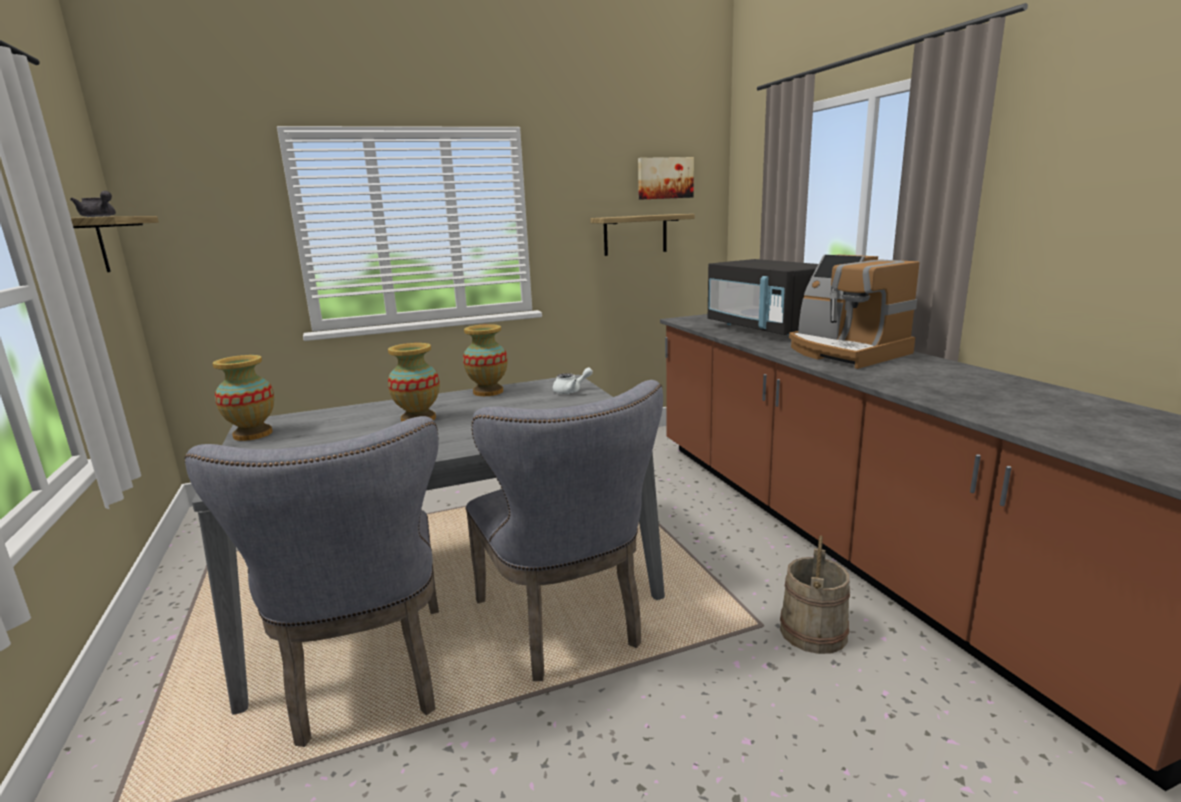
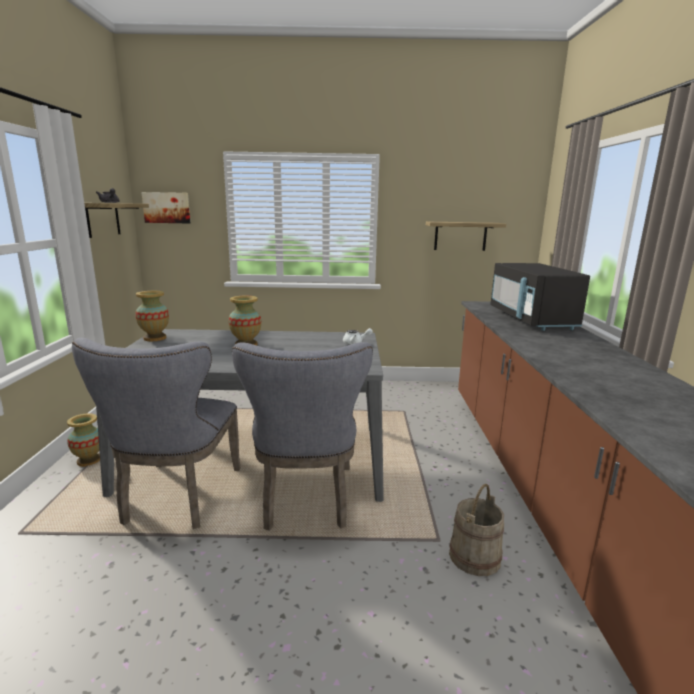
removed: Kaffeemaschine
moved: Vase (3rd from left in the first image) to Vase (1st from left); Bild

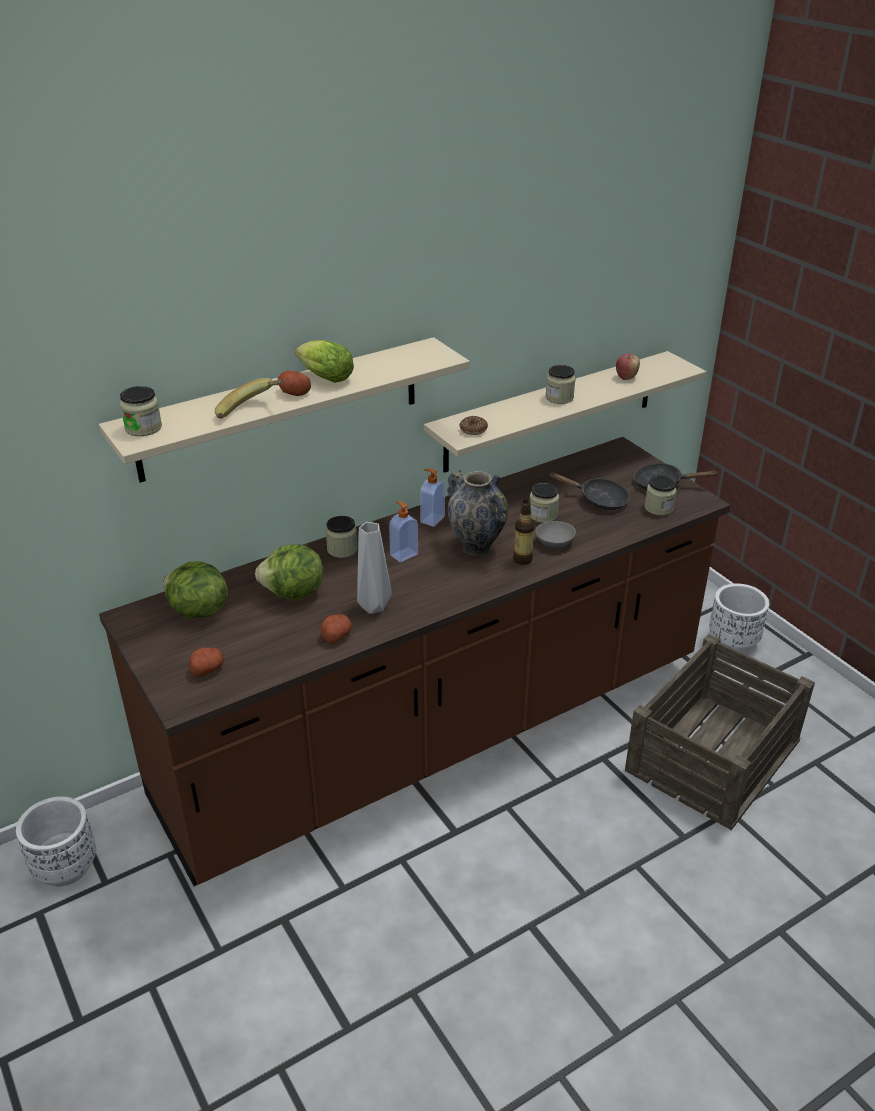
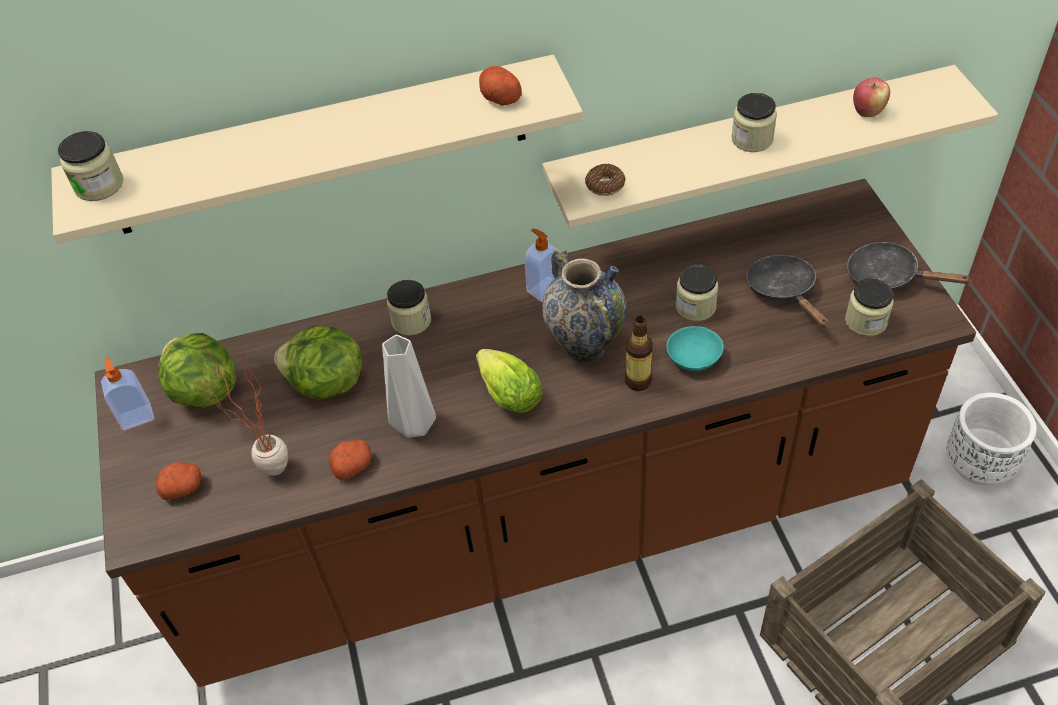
removed: Pflanzkübel/weiß (1st from left); Banane
added: Topfpflanze
moved: Kartoffel (2nd from left in the first image) to Kartoffel (3rd from left); Salatkopf (3rd from left); Seifenspender (1st from left)
recoloured: Schüssel/grau to Schüssel/türkis
turned: Pfanne/schwarz (1st from left) 150 degrees counterclockwise

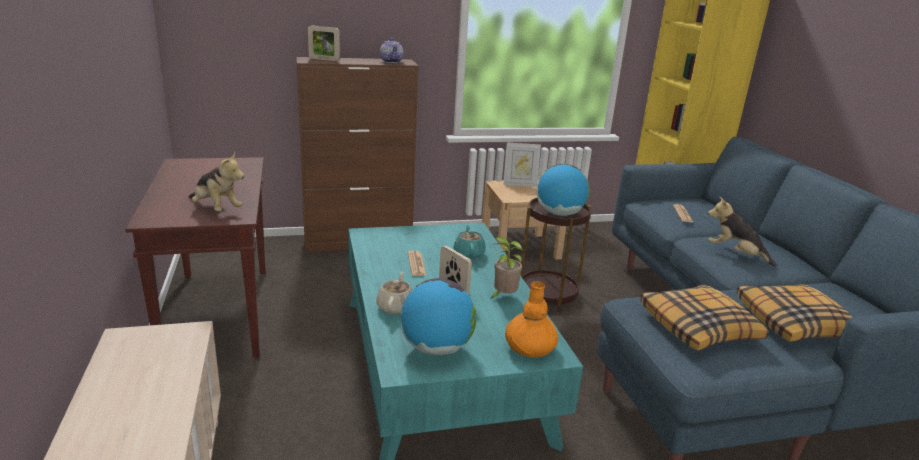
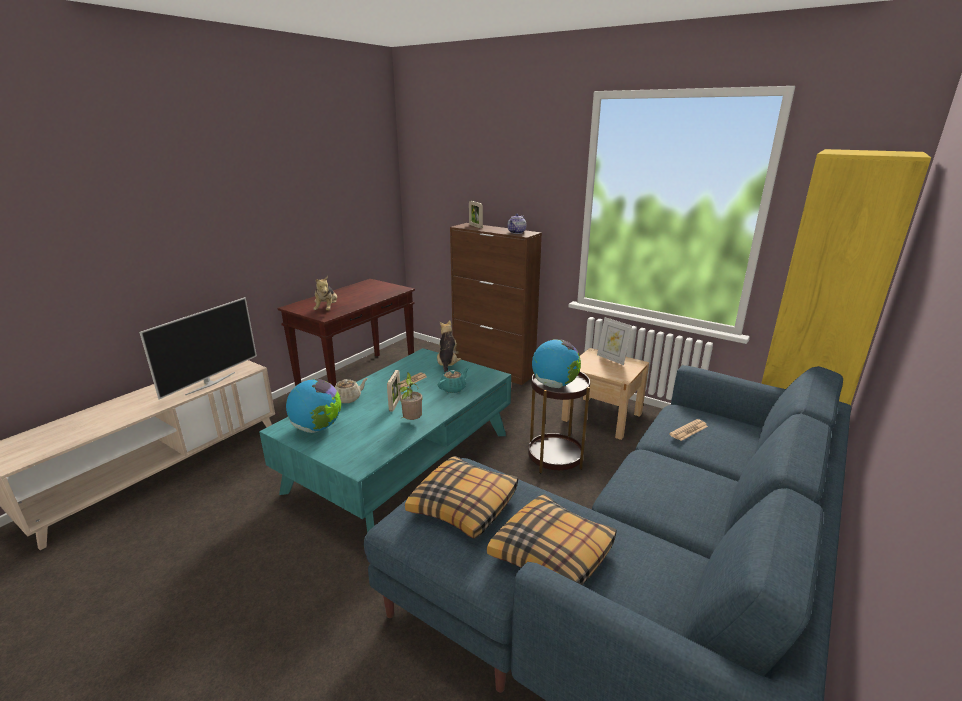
removed: Vase/orange
added: Fernseher
moved: Plüschtier (2nd from left)

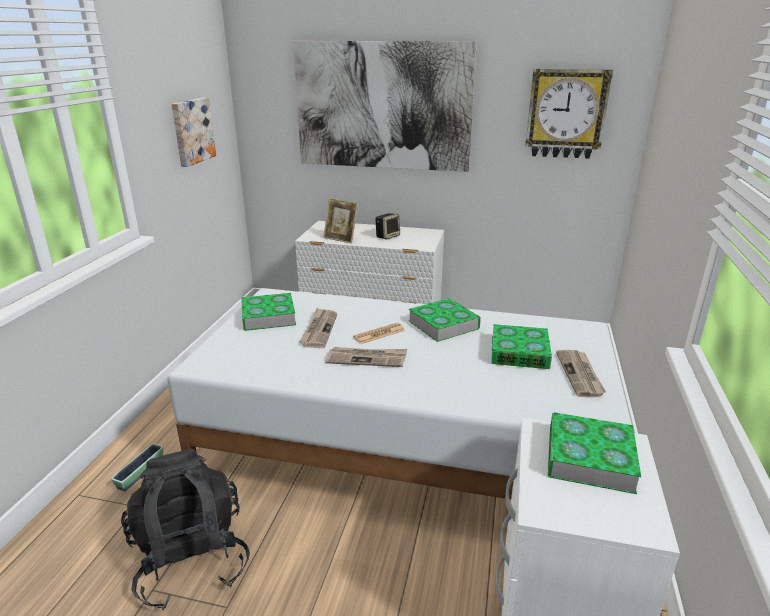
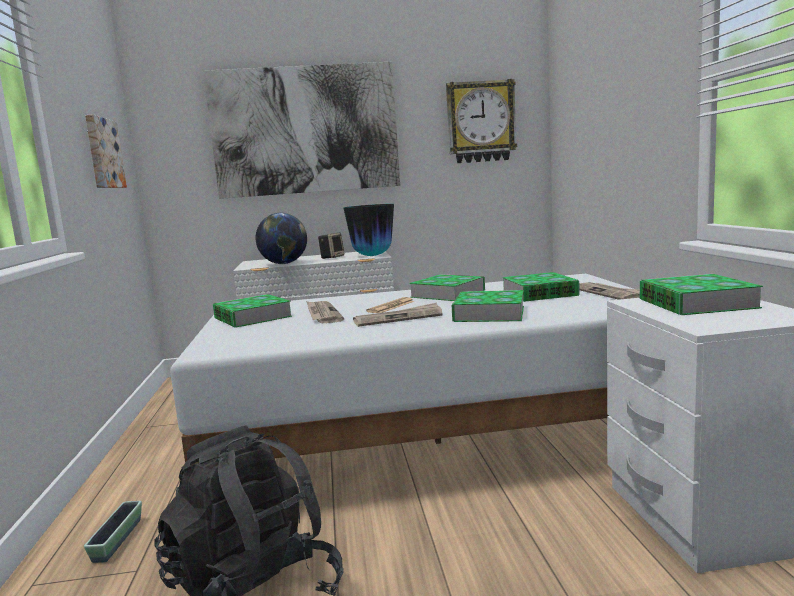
added: Vase; Buch (3rd from left)
replaced: Bilderrahmen to Globus

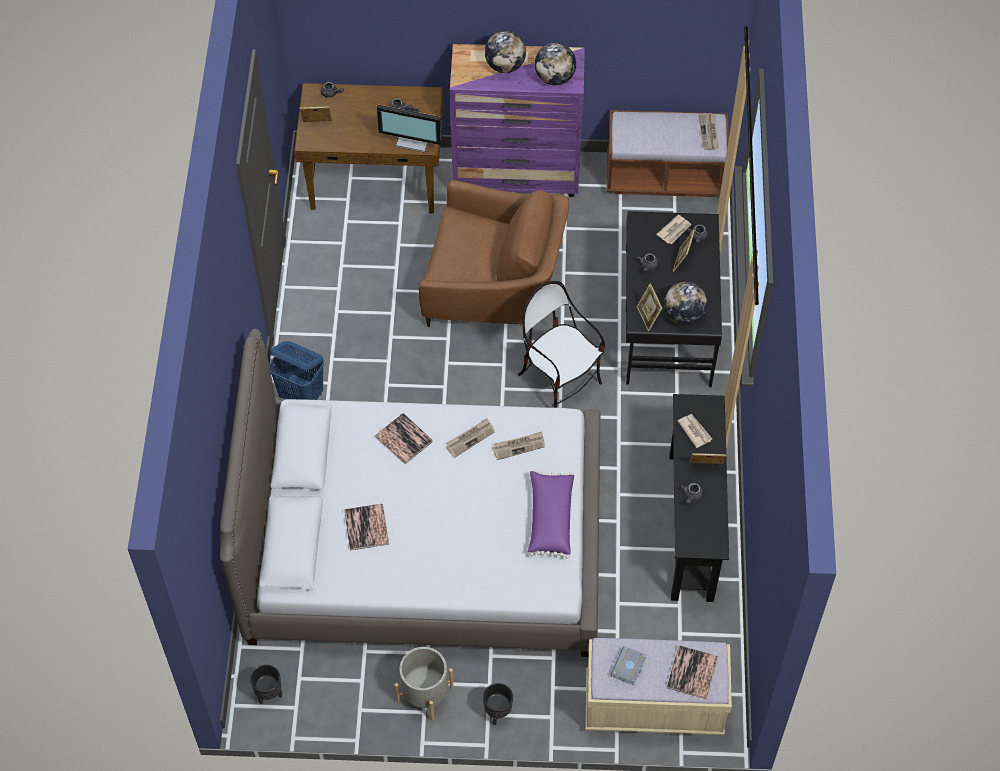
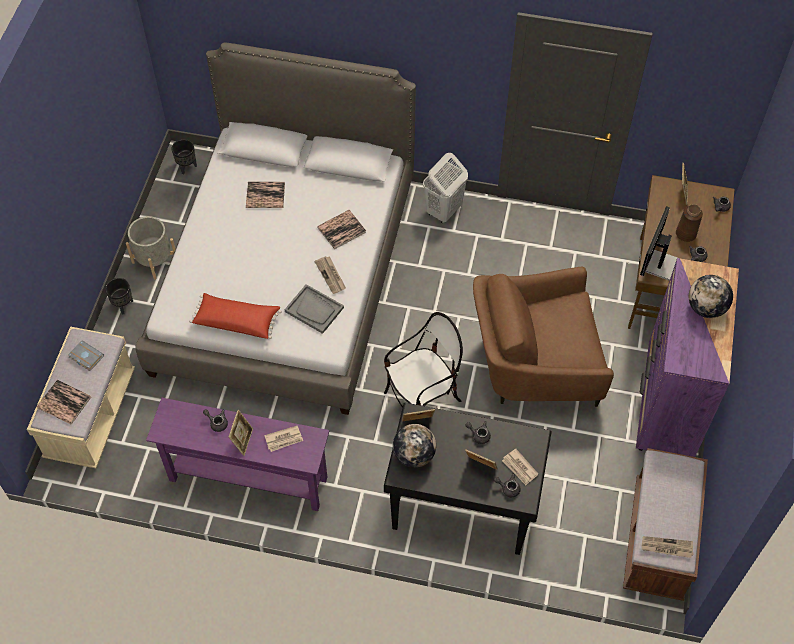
removed: Globus (2nd from left)
added: Vase/braun
replaced: Zeitung (2nd from left) to Tablett/grau
recoloured: Wäschekorb/blau to Wäschekorb/weiß; Kissen/lila to Kissen/rot; Konsolentisch/schwarz to Konsolentisch/lila
turned: Sessel/braun 60 degrees clockwise

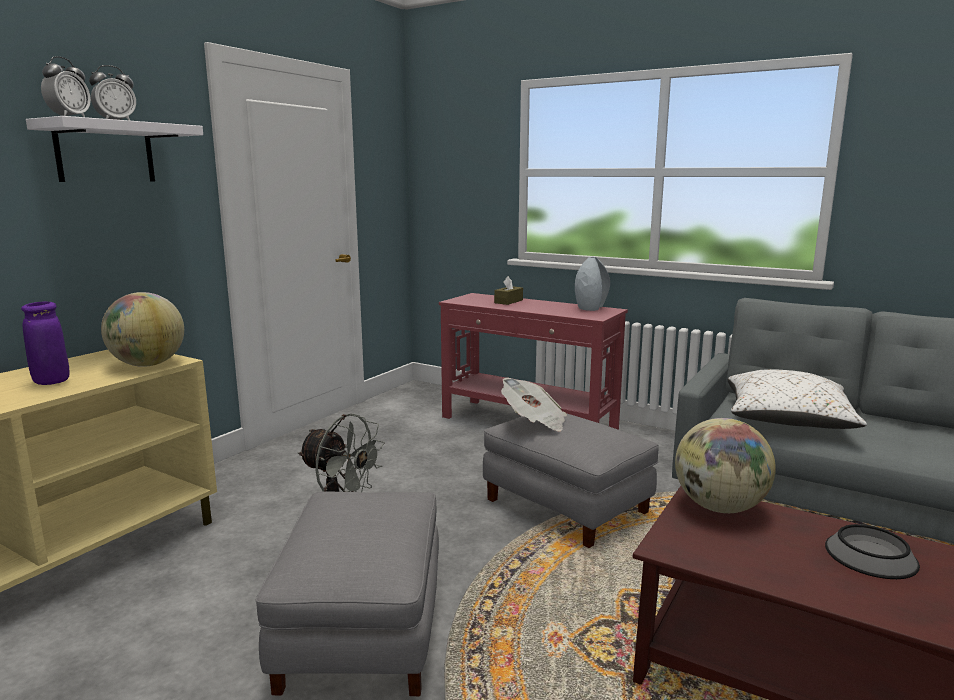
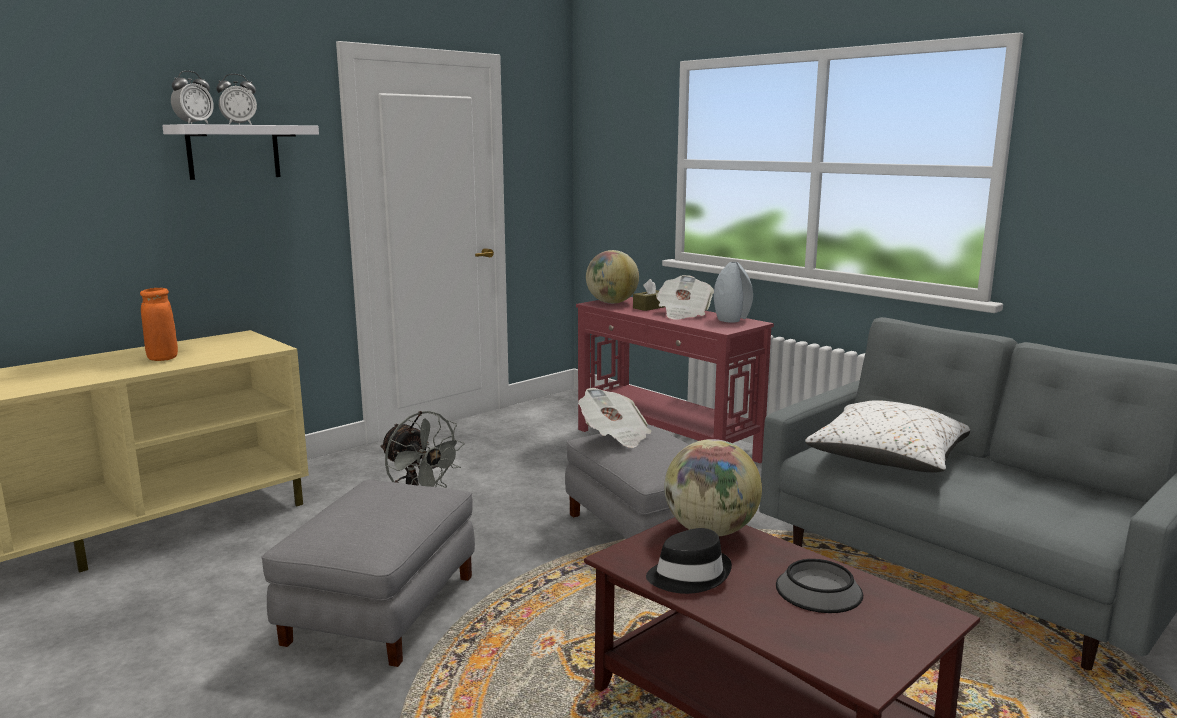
added: Hut/schwarz; Zeitung (2nd from left)
moved: Globus (1st from left)
recoloured: Vase/lila to Vase/orange

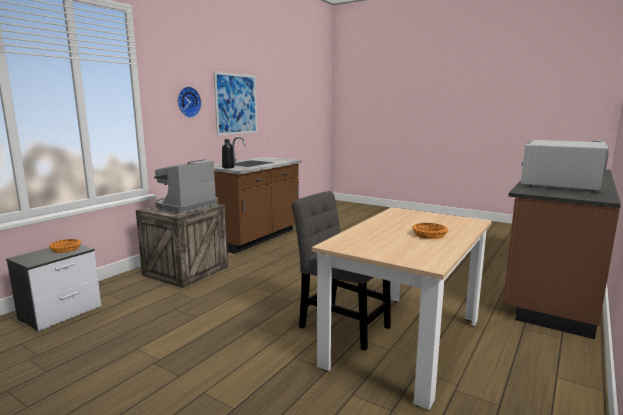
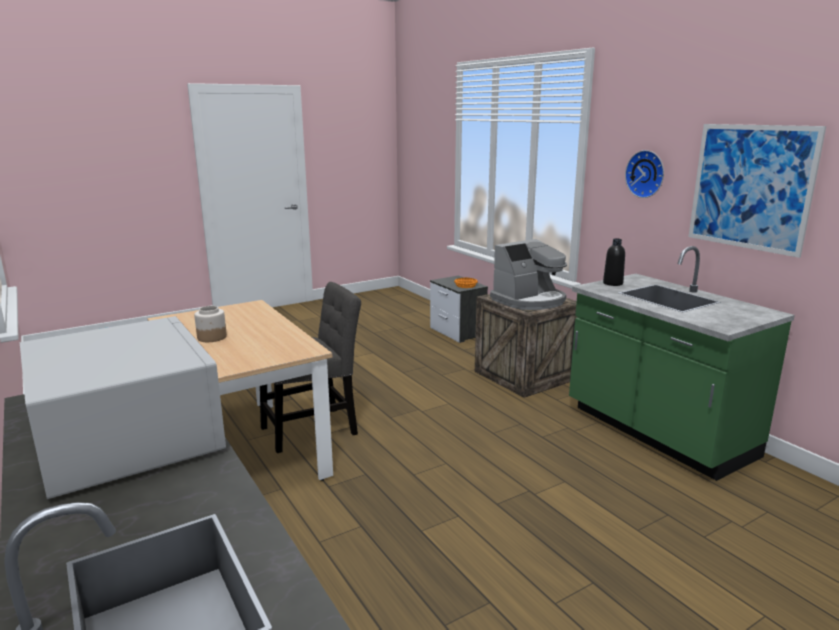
replaced: Schüssel/orange (2nd from left) to Vorratsglas
recoloured: Küchenzeile/braun (1st from left) to Küchenzeile/grün
turned: Kaffeemaschine 90 degrees clockwise

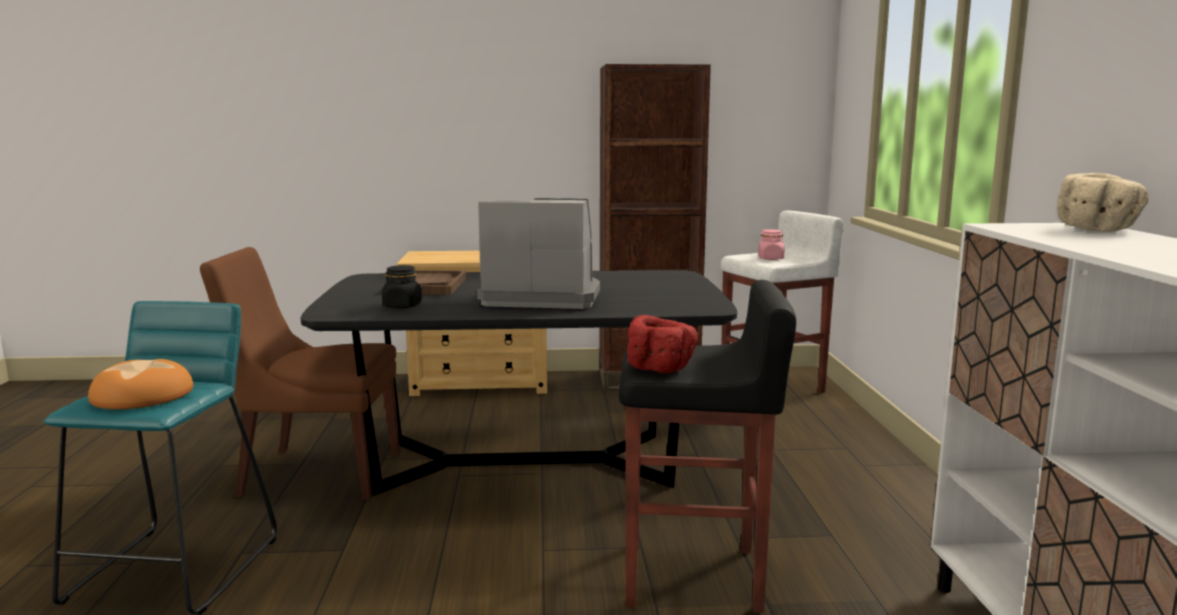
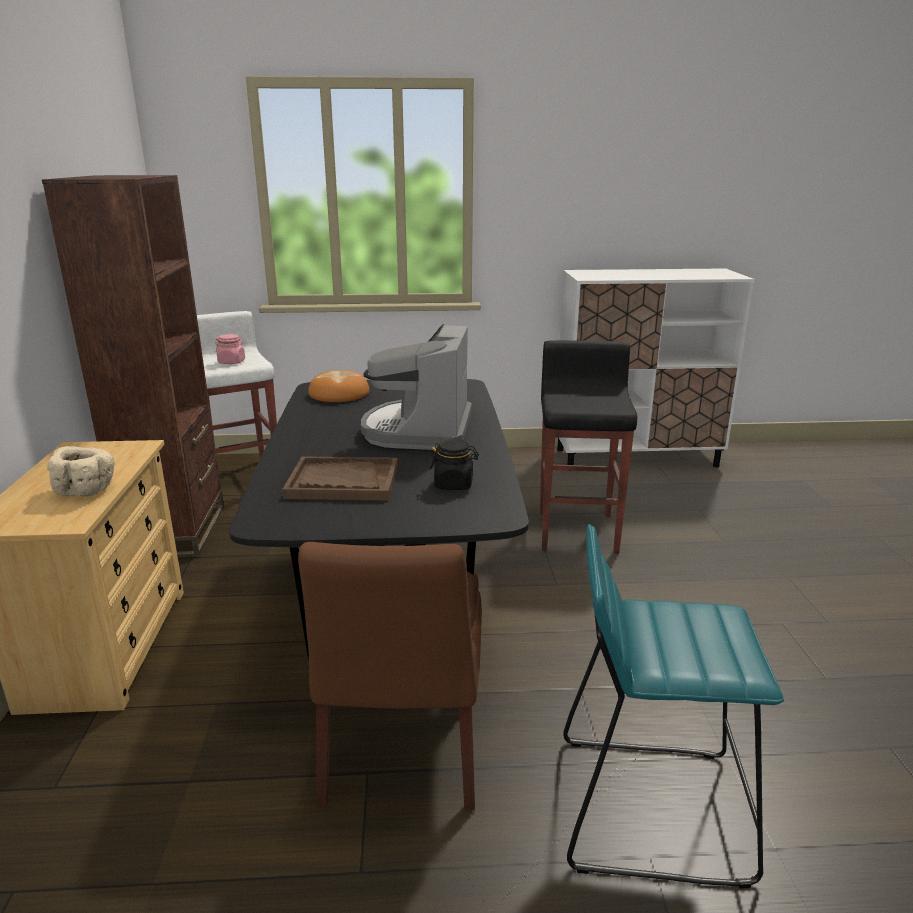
removed: Schüssel/rot
moved: Brot; Schüssel/beige

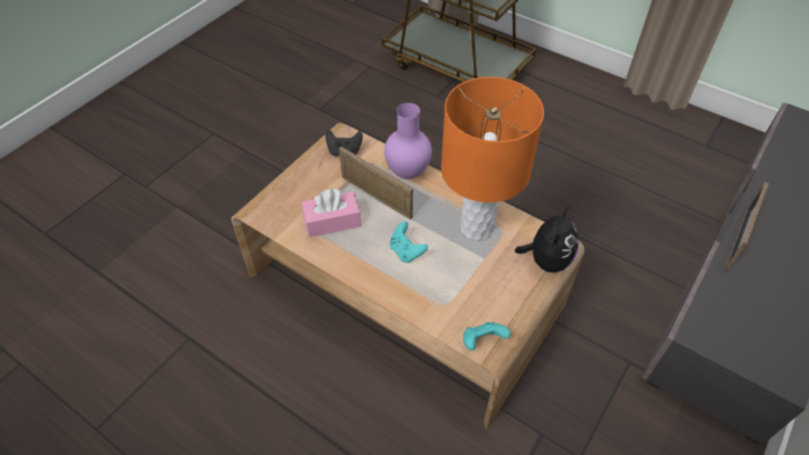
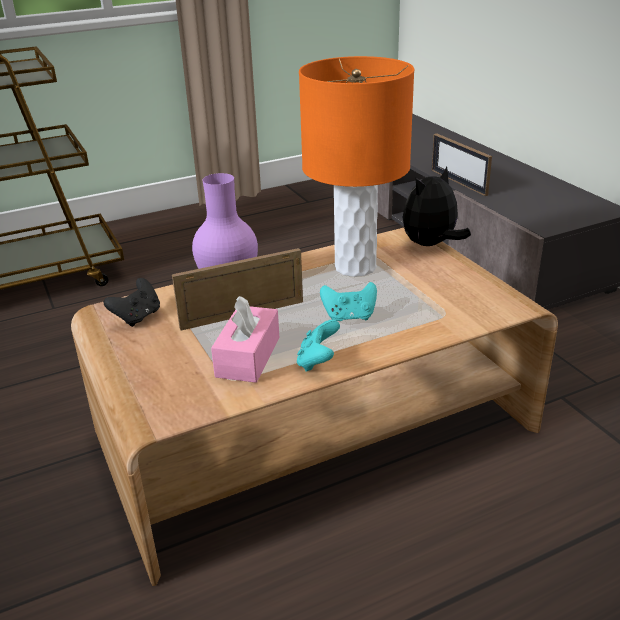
moved: Gamepad/türkis (2nd from left in the first image) to Gamepad/türkis (1st from left)
turned: Plüschtier 90 degrees counterclockwise

